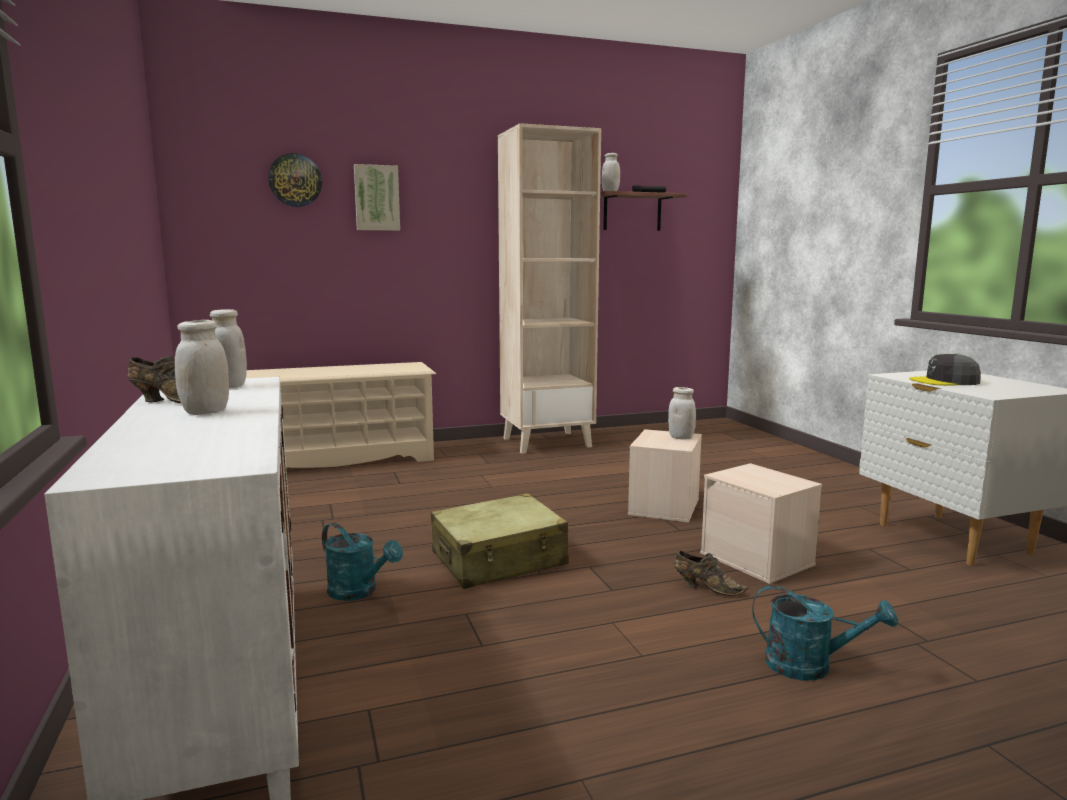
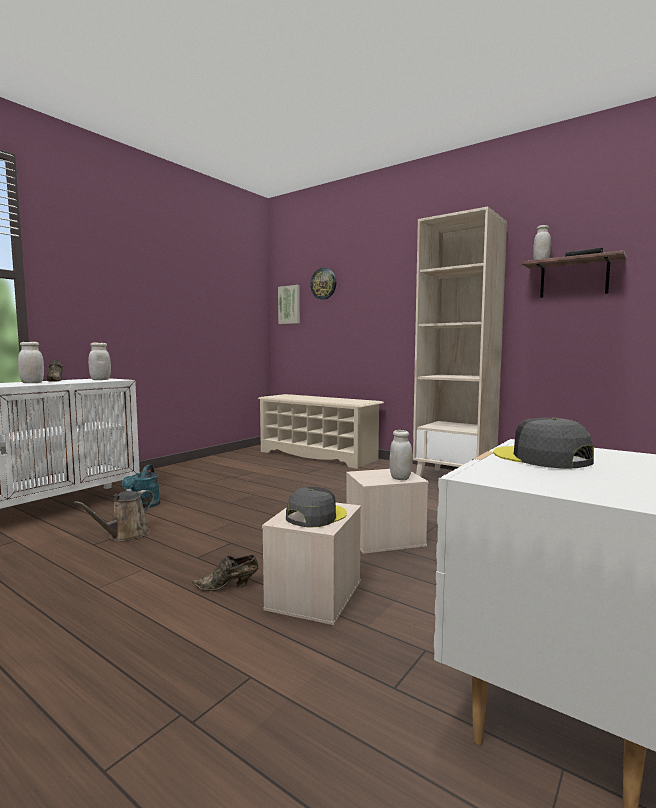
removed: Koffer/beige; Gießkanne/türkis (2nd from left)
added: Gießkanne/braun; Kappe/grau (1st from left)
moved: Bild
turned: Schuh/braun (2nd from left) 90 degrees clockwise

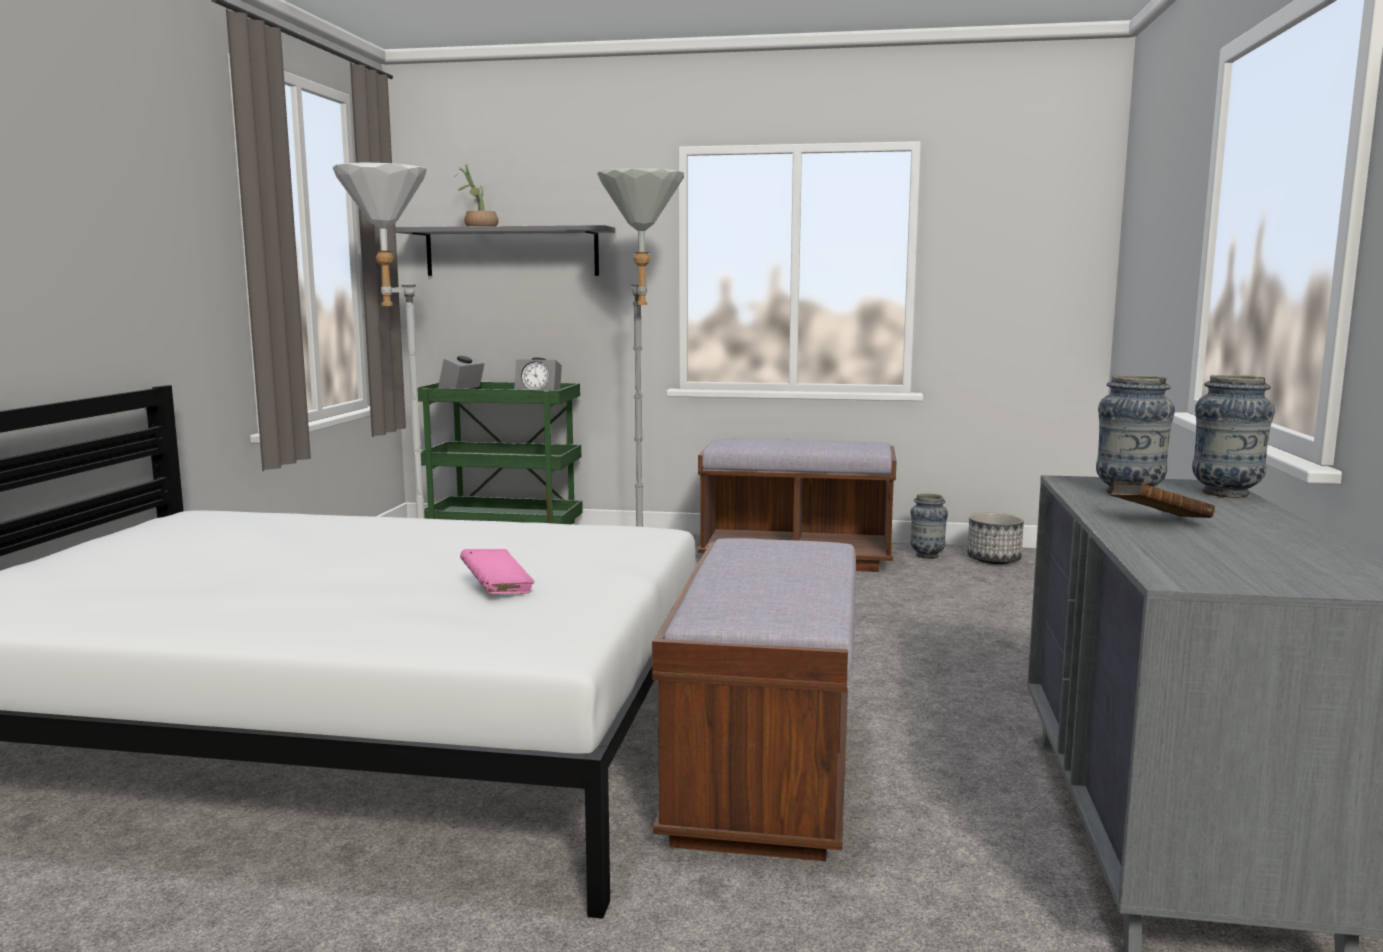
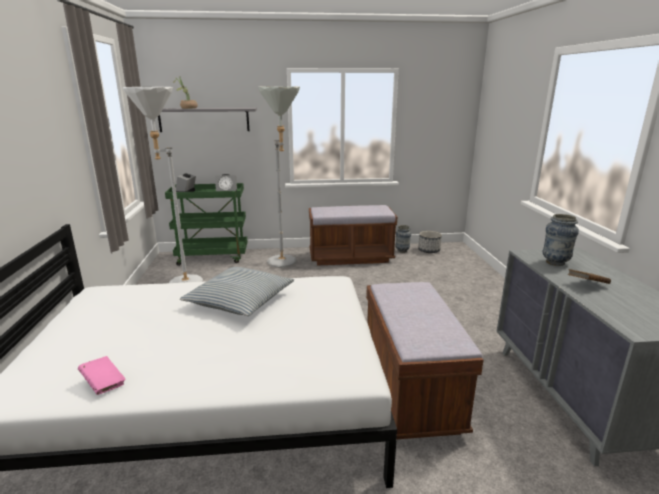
removed: Vase (3rd from left)
added: Kissen
moved: Buch/rosa

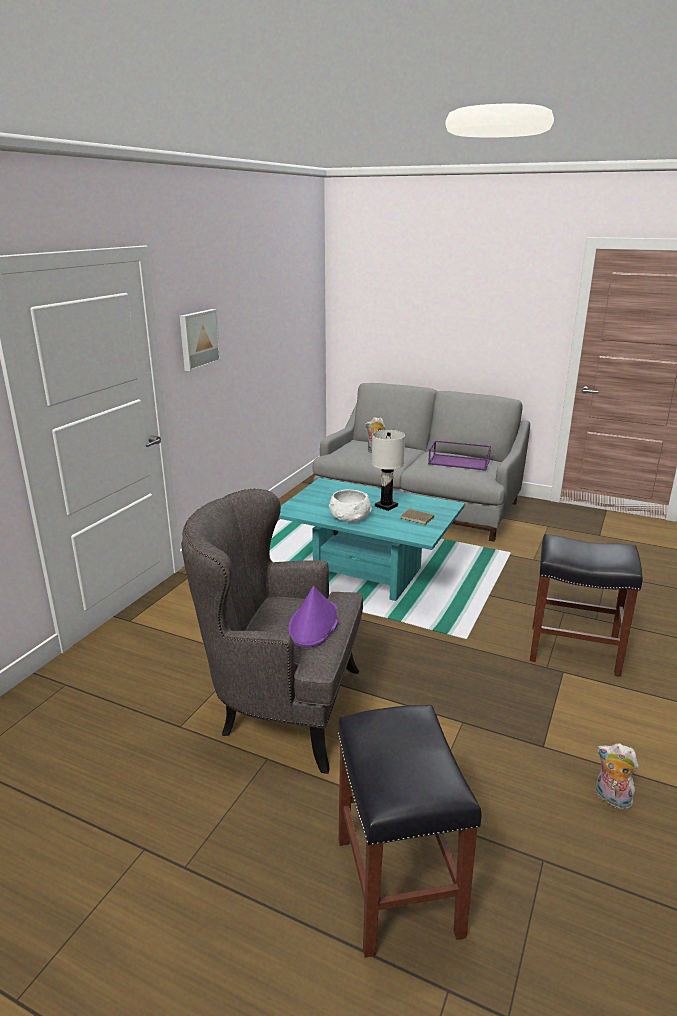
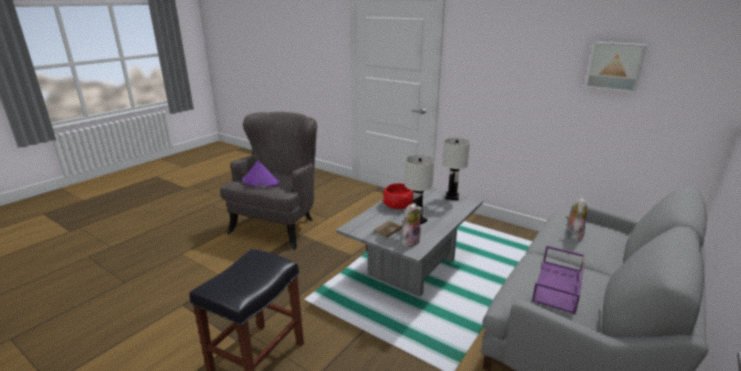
removed: Hocker/schwarz (1st from left)
added: Tischlampe/weiß (2nd from left)
moved: Bild; Plüschtier (2nd from left in the first image) to Plüschtier (1st from left)
recoloured: Couchtisch/türkis to Couchtisch/grau; Schüssel/weiß to Schüssel/rot

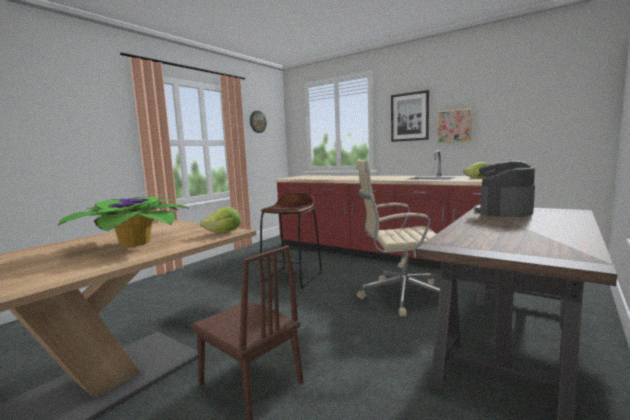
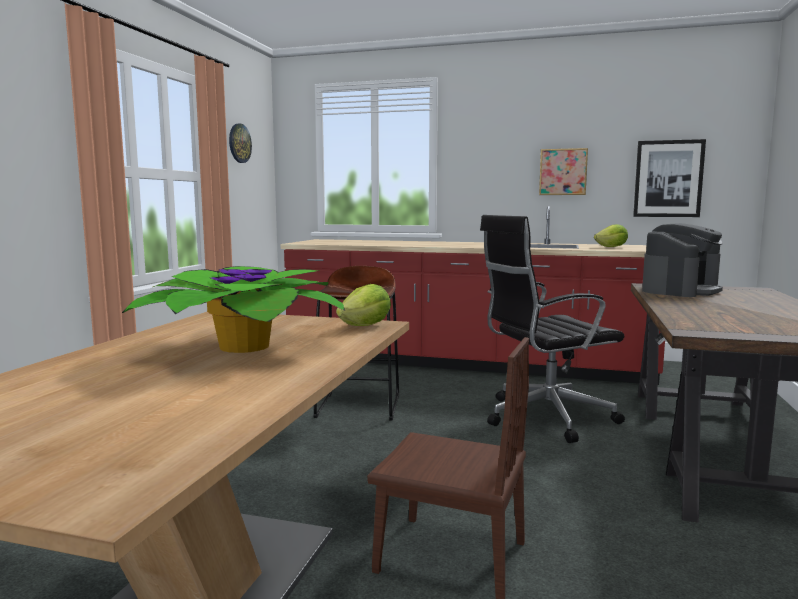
moved: Bild (1st from left in the first image) to Bild (2nd from left)
recoloured: Bürostuhl/beige to Bürostuhl/schwarz
turned: Kaffeemaschine 150 degrees counterclockwise

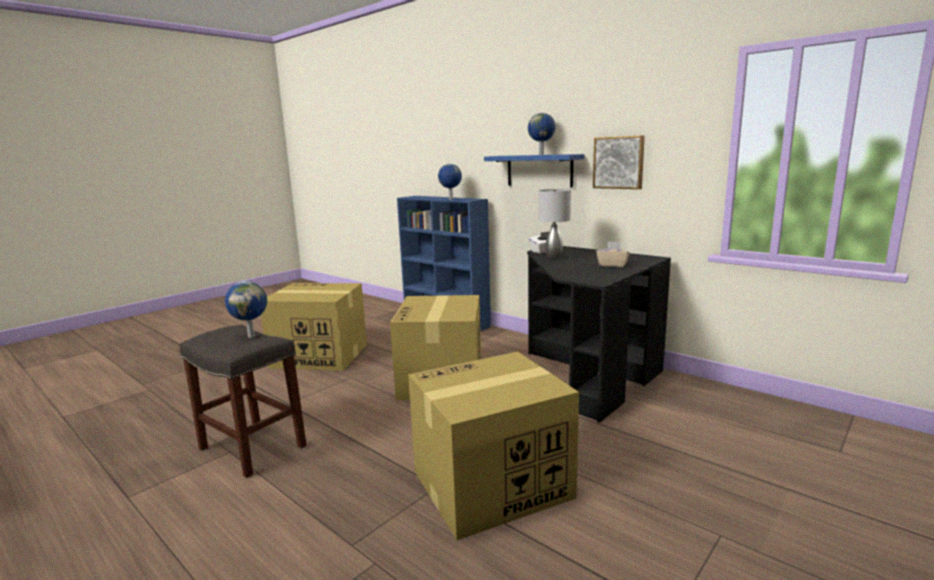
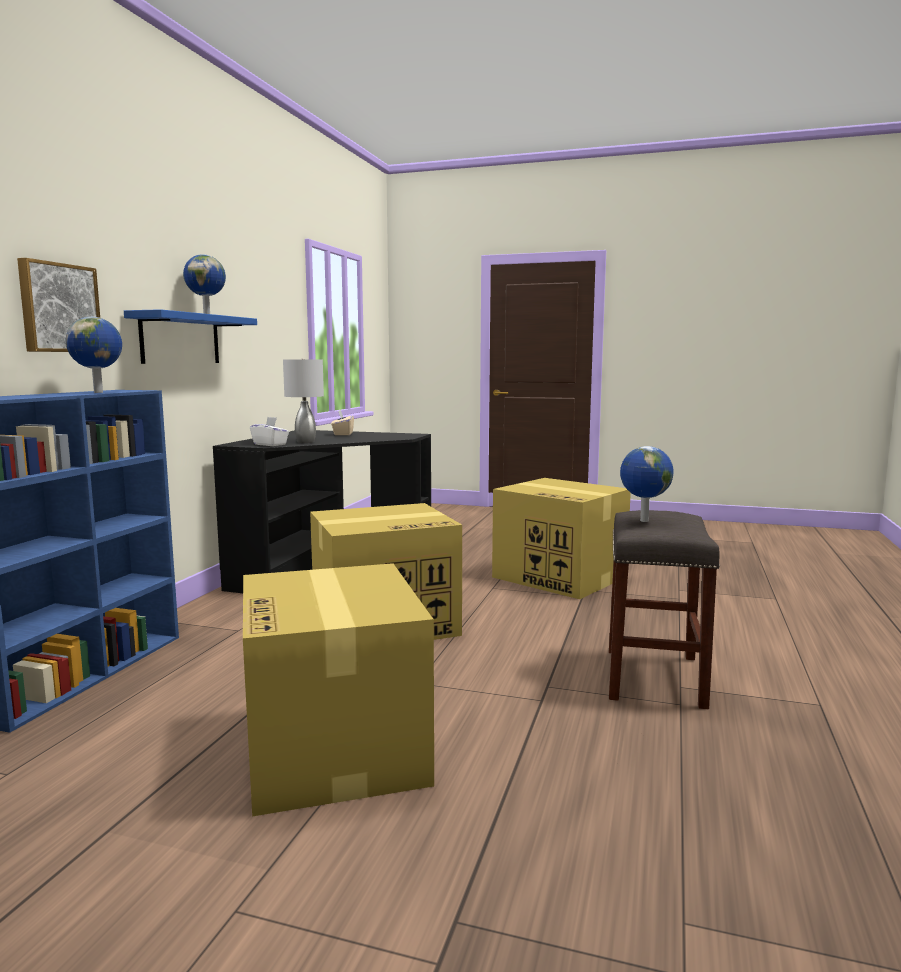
moved: Bild

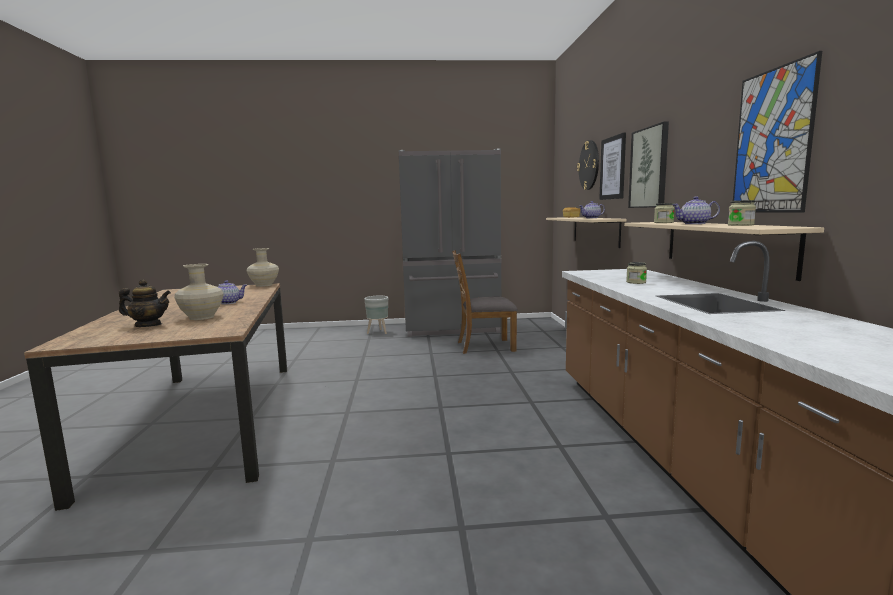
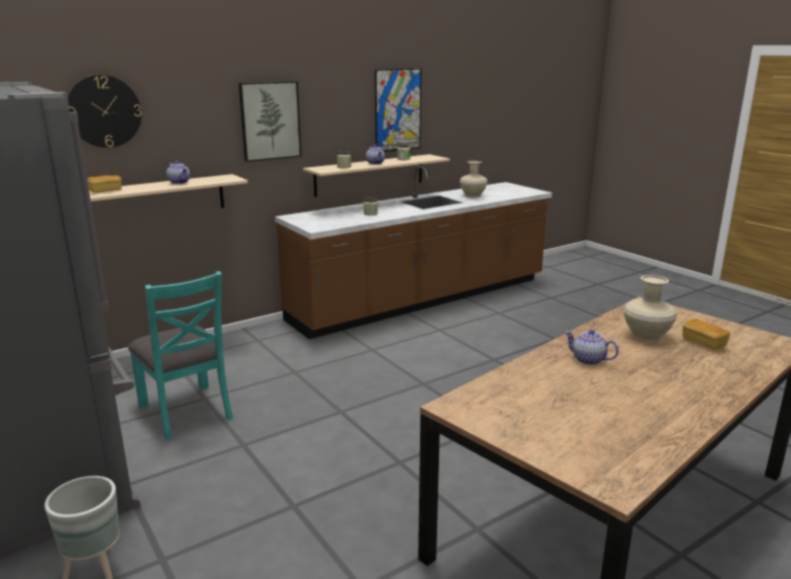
removed: Bild (1st from left)
moved: Vase/beige (2nd from left in the first image) to Vase/beige (1st from left)
replaced: Teekanne (1st from left) to Brot (2nd from left)
recoloured: Stuhl/braun to Stuhl/türkis

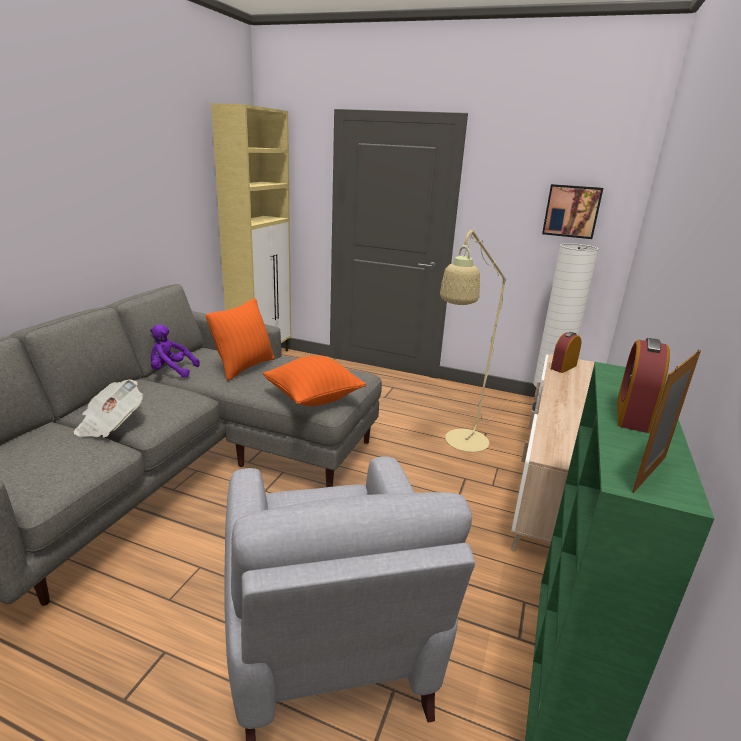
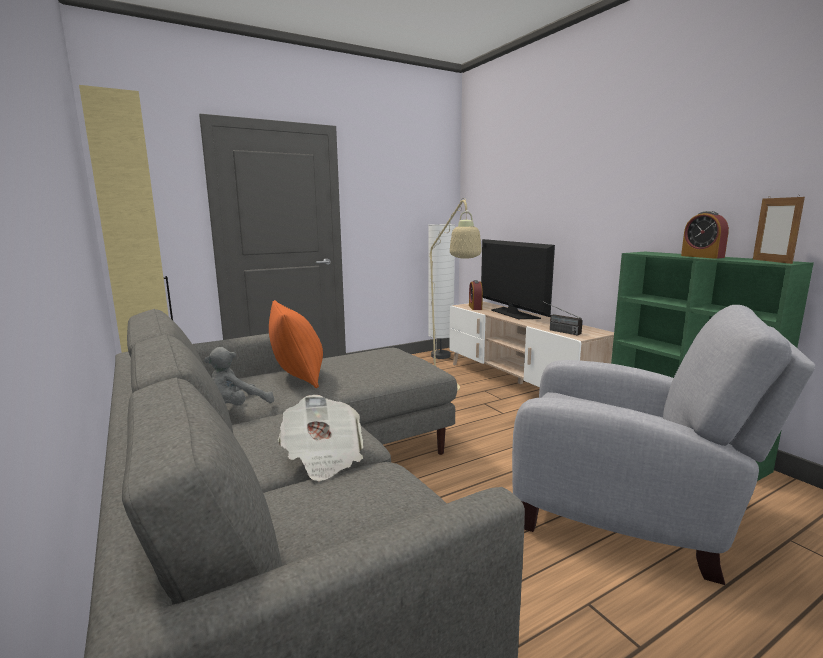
removed: Kissen/orange (2nd from left); Bild
added: Fernseher; Radio
recoloured: Plüschtier/lila to Plüschtier/grau

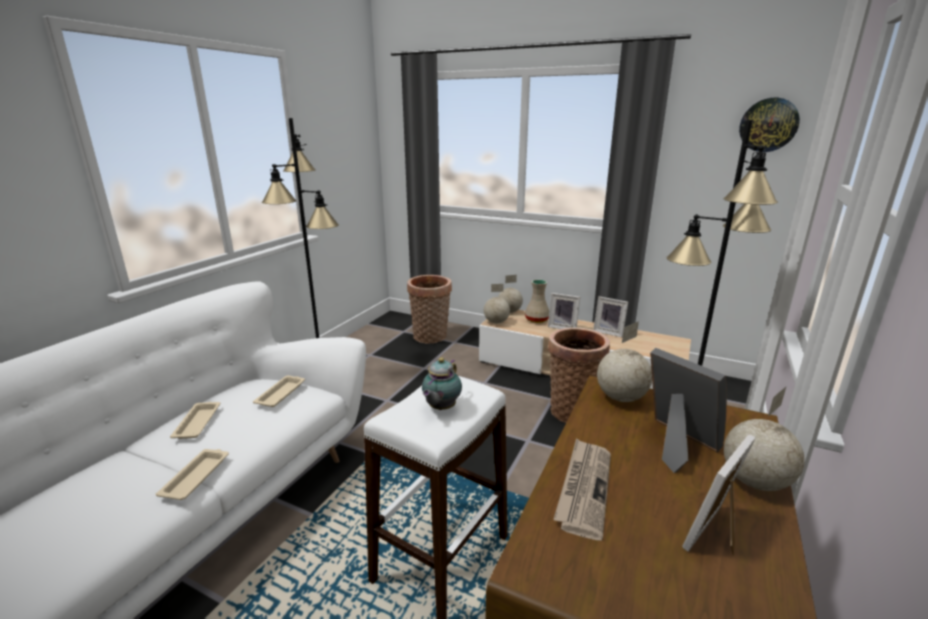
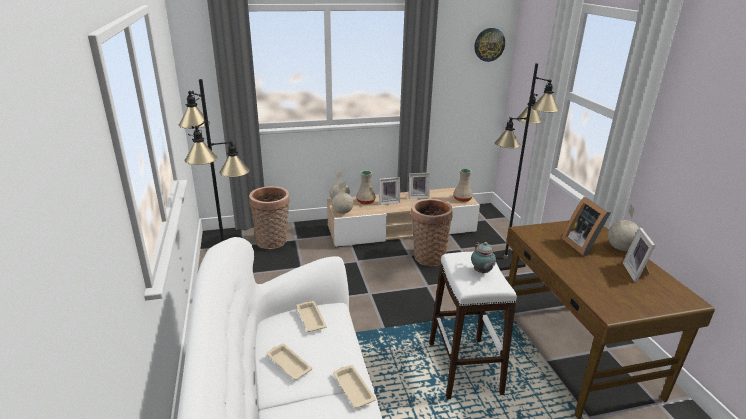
removed: Zeitung; Globus (3rd from left)
added: Vase/beige (2nd from left)
turned: Bilderrahmen (3rd from left) 120 degrees counterclockwise

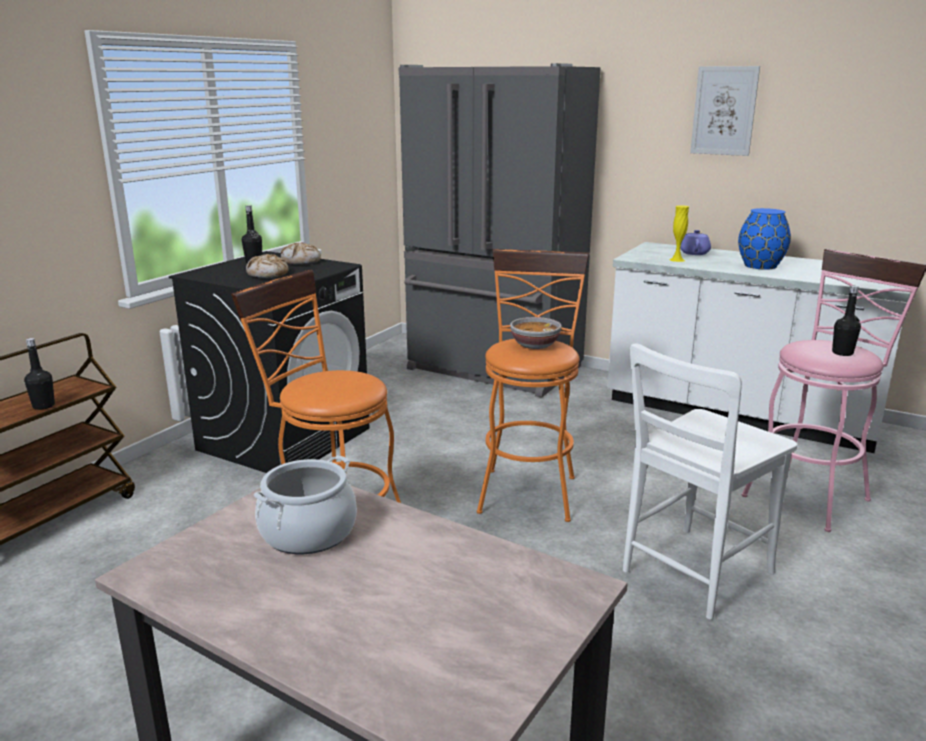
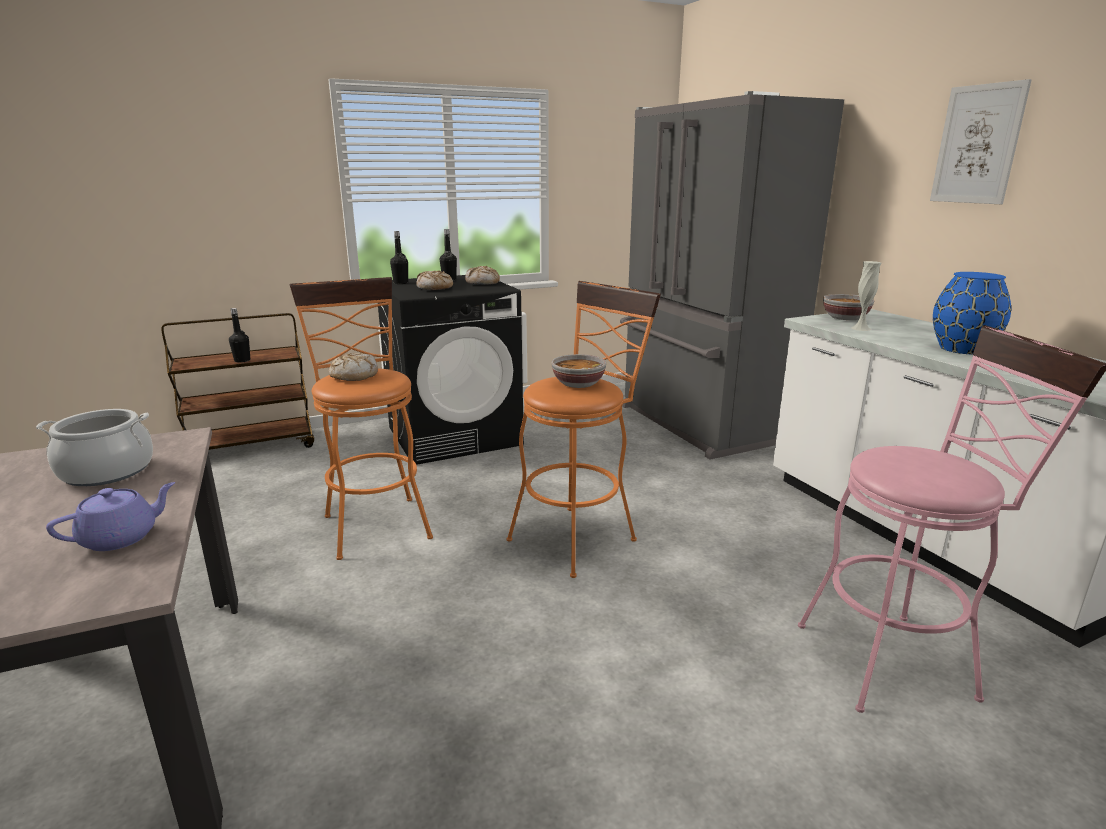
removed: Stuhl/weiß
added: Brot (1st from left); Schüssel (2nd from left)
moved: Teekanne/lila; Flasche/schwarz (3rd from left in the first image) to Flasche/schwarz (2nd from left)
recoloured: Vase/gelb to Vase/weiß

